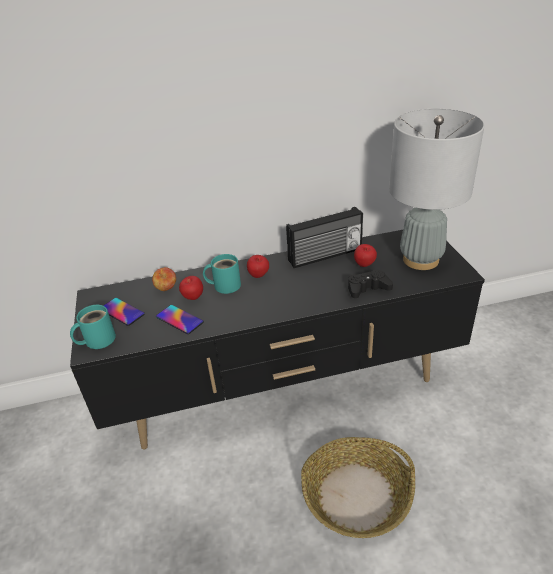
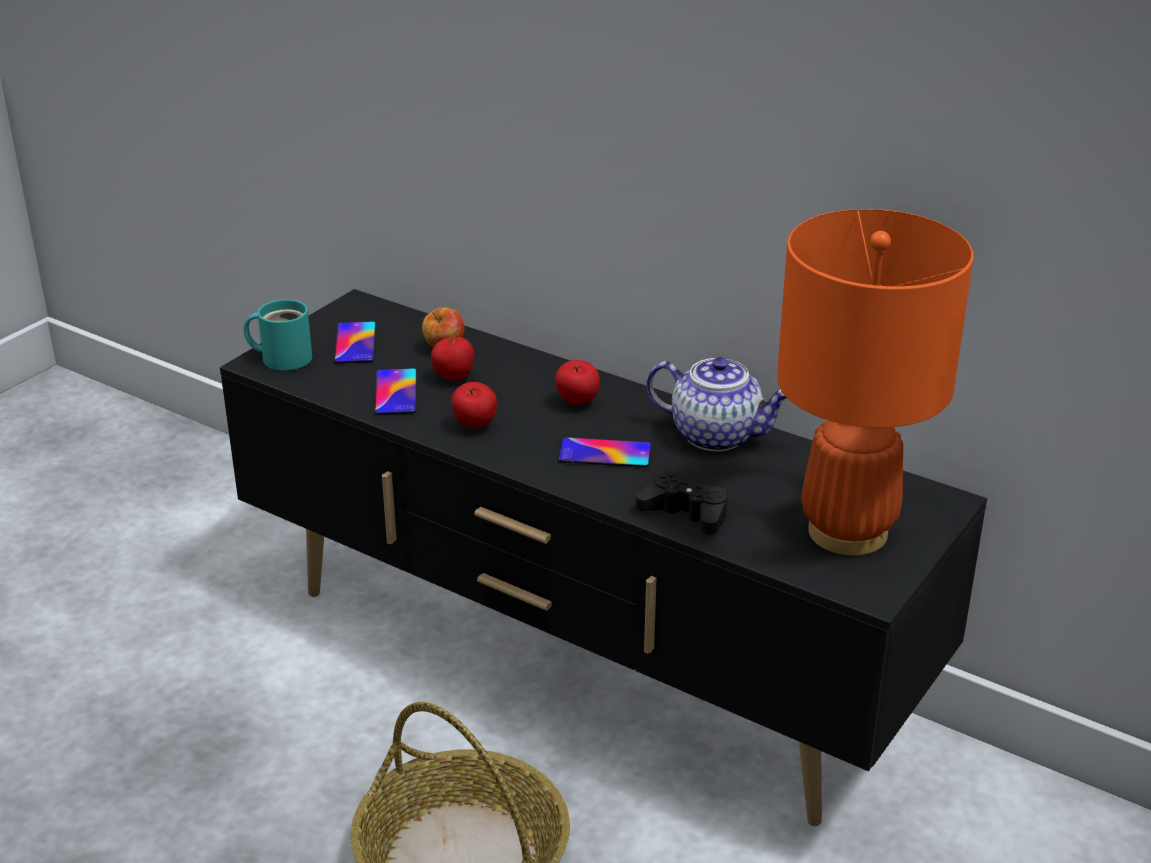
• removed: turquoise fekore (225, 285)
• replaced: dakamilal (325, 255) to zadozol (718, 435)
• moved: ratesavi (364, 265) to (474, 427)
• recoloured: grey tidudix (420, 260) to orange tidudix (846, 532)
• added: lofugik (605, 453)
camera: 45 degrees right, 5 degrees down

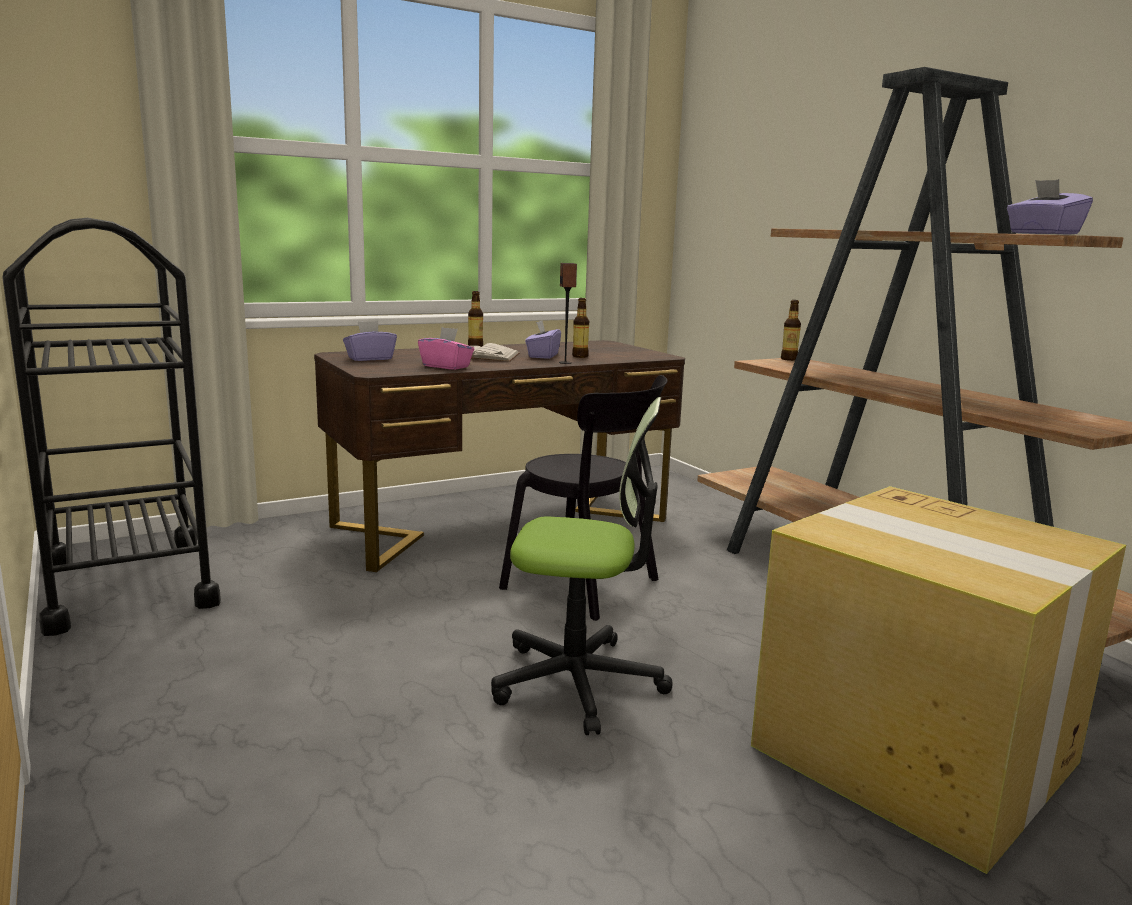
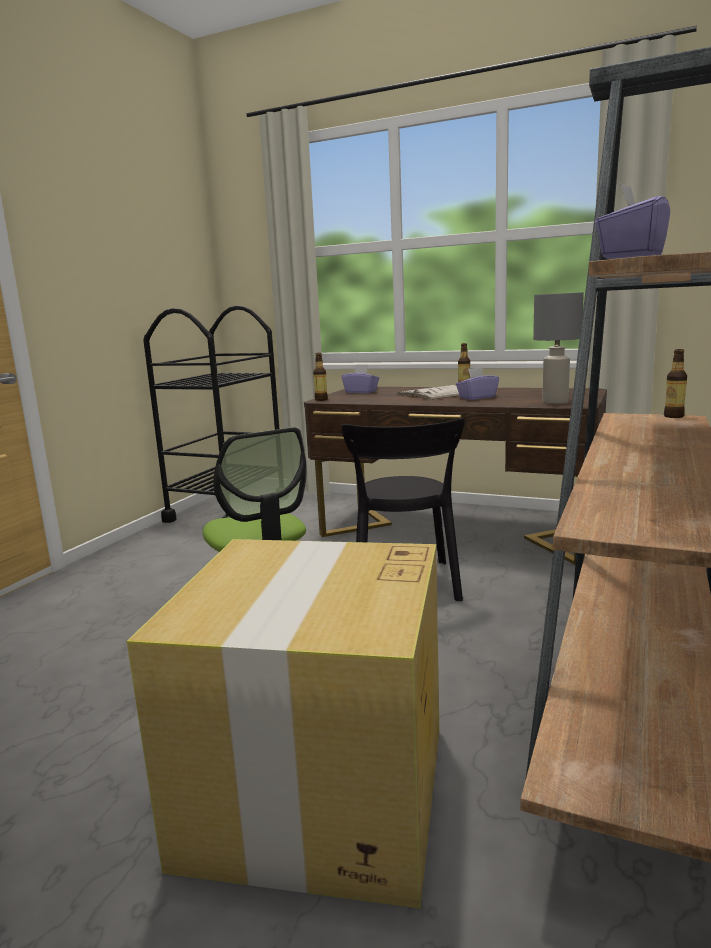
• removed: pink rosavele (446, 366)
• removed: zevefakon (565, 363)
• moved: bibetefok (580, 356) to (321, 400)
• added: grey tidudix (554, 402)
camera: 55 degrees right, 0 degrees up

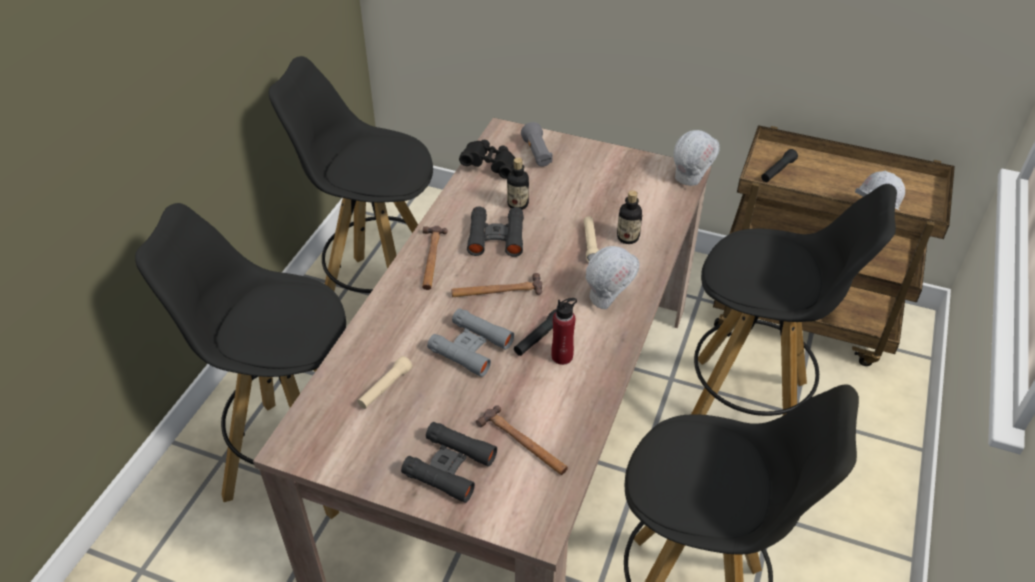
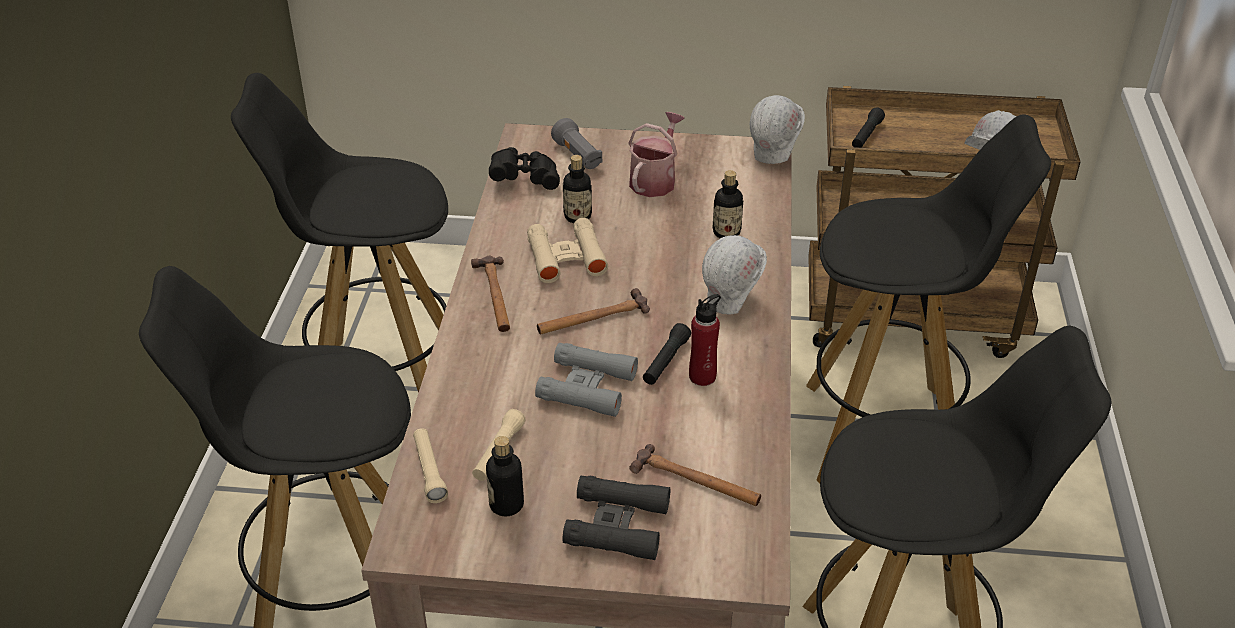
• recoloured: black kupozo (496, 237) to beige kupozo (566, 258)
• moved: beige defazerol (590, 244) to (429, 471)
• added: bibetefok (506, 504)
• added: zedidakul (655, 180)
camera: 15 degrees left, 5 degrees down

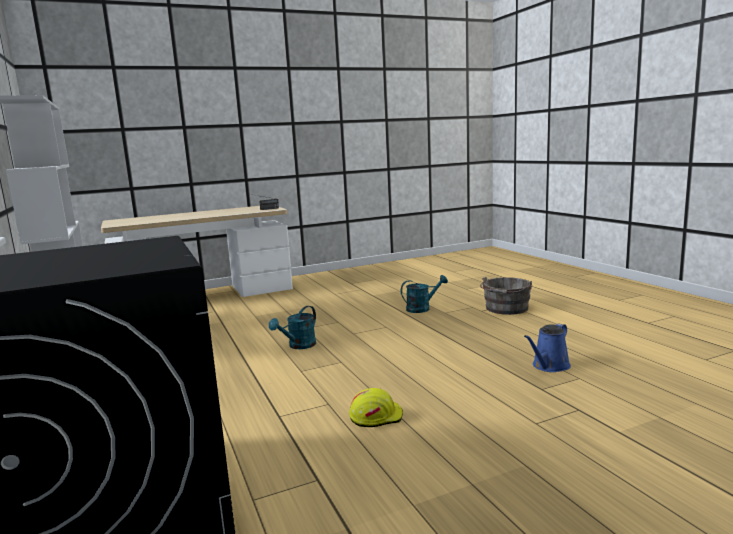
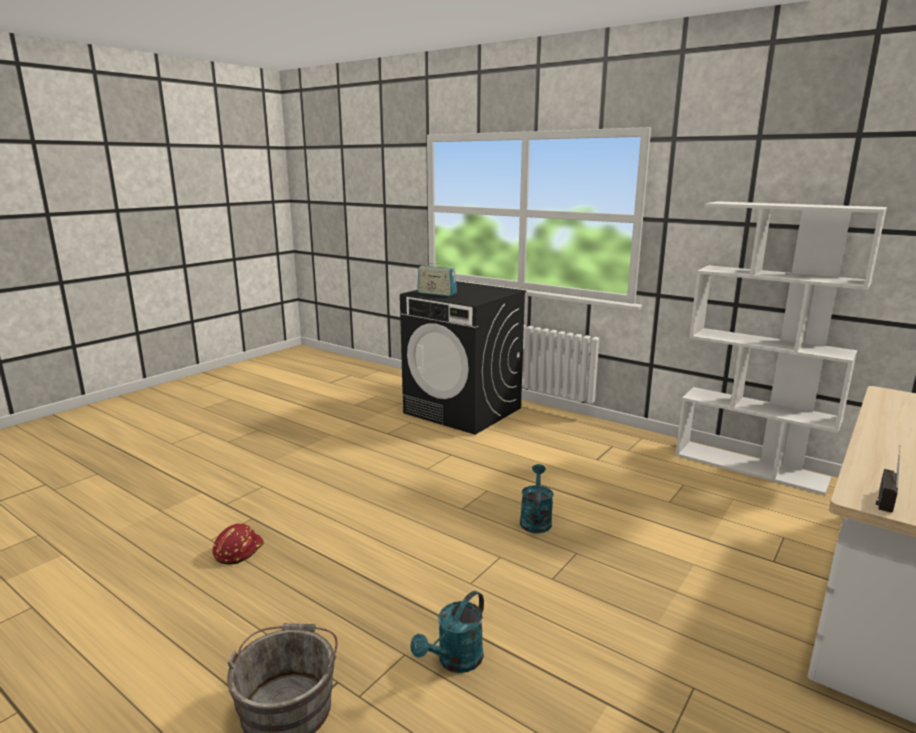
• removed: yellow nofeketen (376, 416)
• replaced: blue zedidakul (549, 366) to red nofeketen (238, 550)
• added: dakamilal (436, 294)
camera: 150 degrees right, 5 degrees up

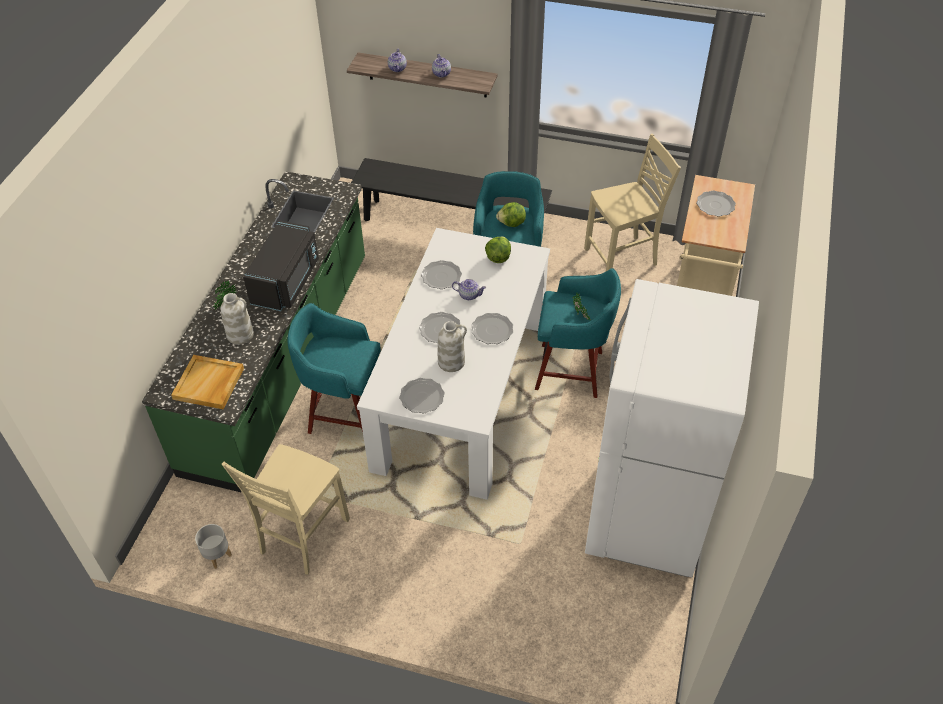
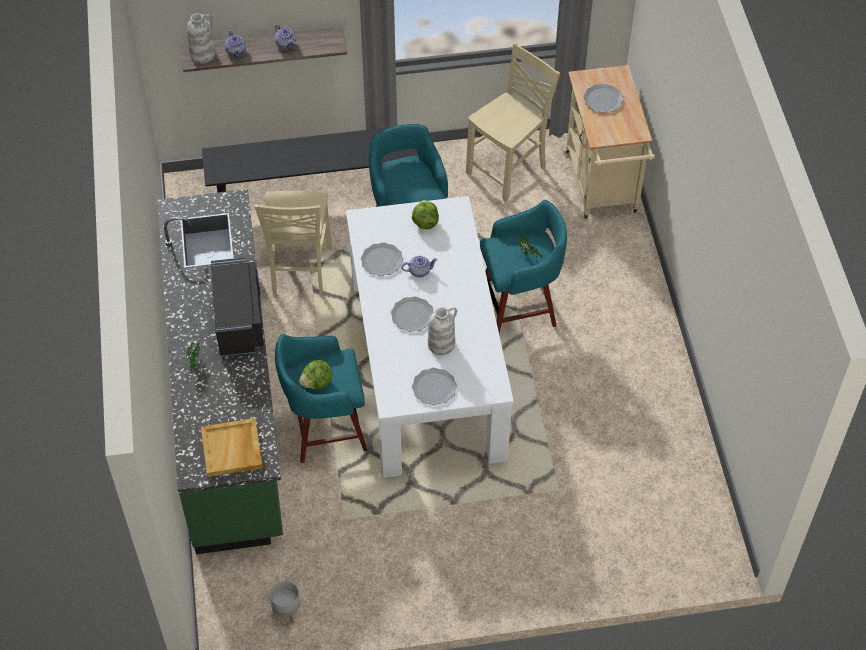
• moved: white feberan (240, 334) to (203, 54)
• moved: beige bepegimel (302, 536) to (300, 271)
• removed: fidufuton (492, 330)
• moved: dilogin (512, 223) to (317, 383)
• removed: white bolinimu (647, 515)
camera: 25 degrees left, 5 degrees up

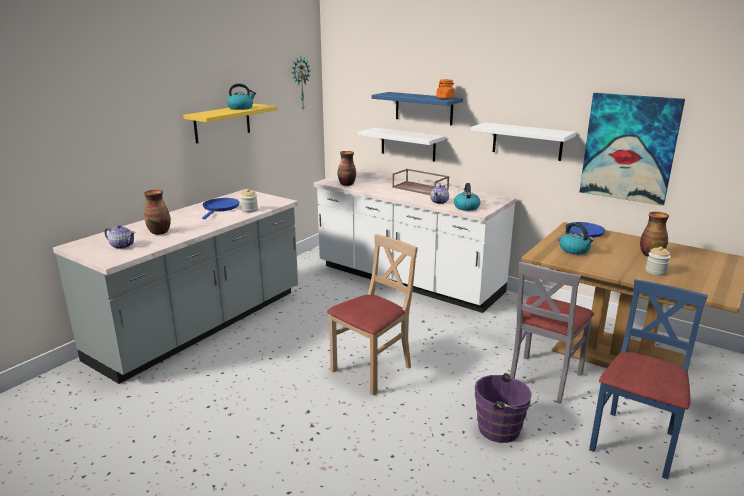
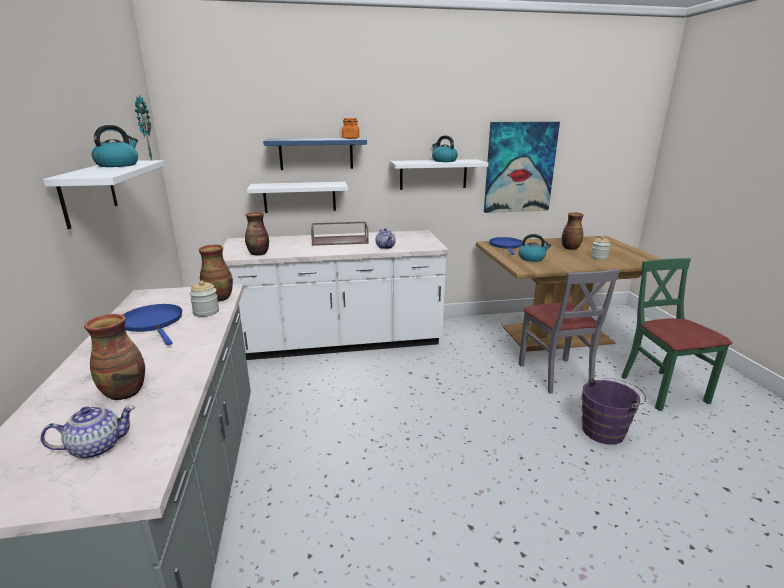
• recoloured: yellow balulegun (222, 123) to white balulegun (89, 192)
• removed: beige bepegimel (372, 370)
• moved: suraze (466, 207) to (444, 161)
• recoloured: blue bepegimel (634, 442) to green bepegimel (662, 390)
• added: feberan (219, 298)
camera: 45 degrees left, 0 degrees up

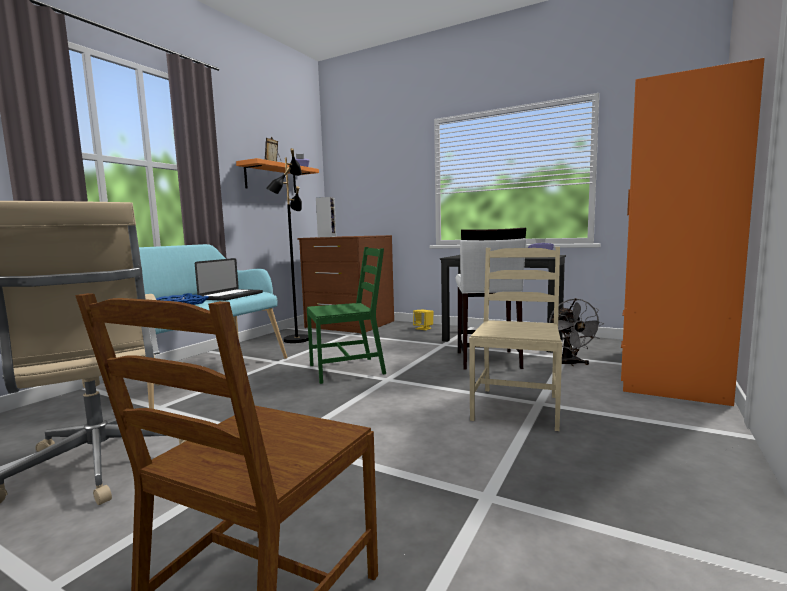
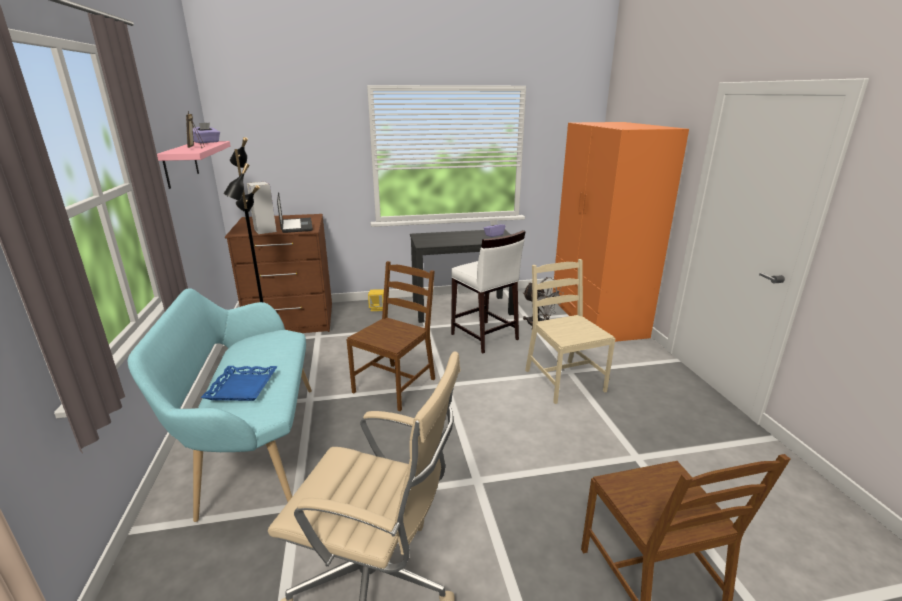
• moved: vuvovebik (231, 296) to (296, 226)
• recoloured: orange balulegun (271, 178) to pink balulegun (181, 163)
• recoloured: green bepegimel (347, 369) to brown bepegimel (395, 385)
camera: 40 degrees left, 15 degrees up

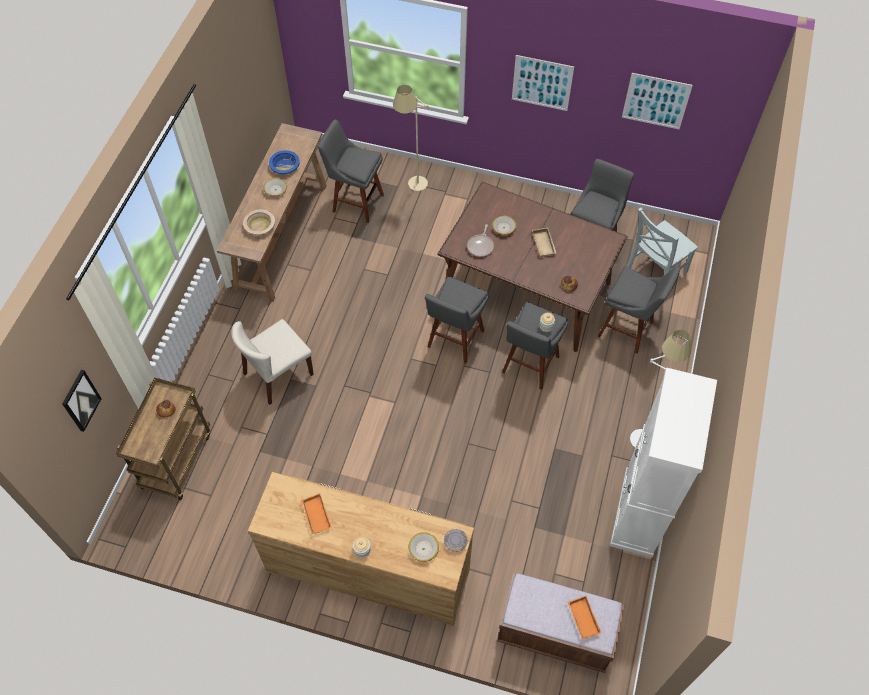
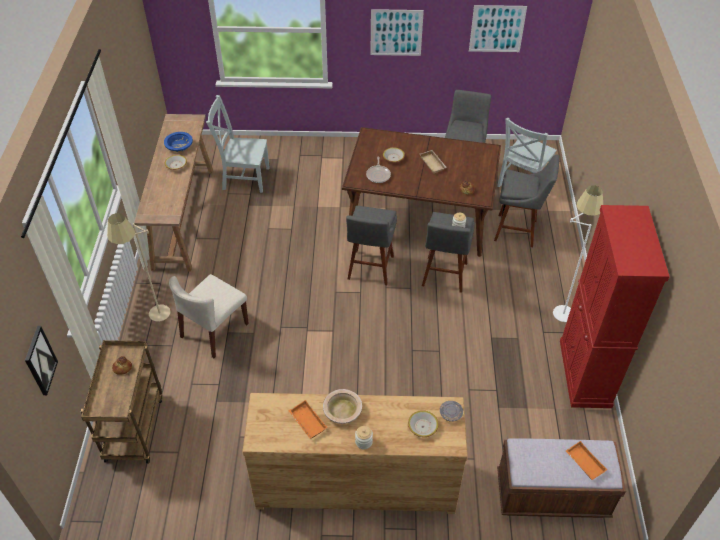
• moved: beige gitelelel (260, 226) to (342, 410)
• replaced: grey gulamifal (355, 202) to grey bepegimel (243, 178)
• moved: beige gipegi (413, 189) to (155, 320)
• recoloured: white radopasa (638, 513) to red radopasa (585, 373)
camera: 15 degrees left, 10 degrees down

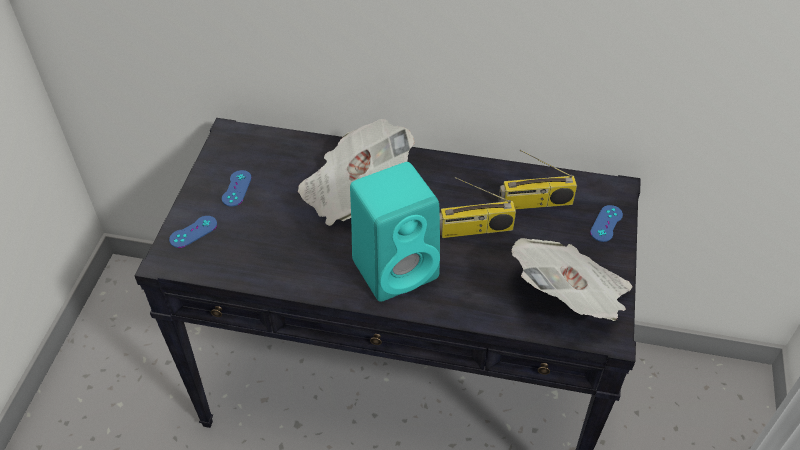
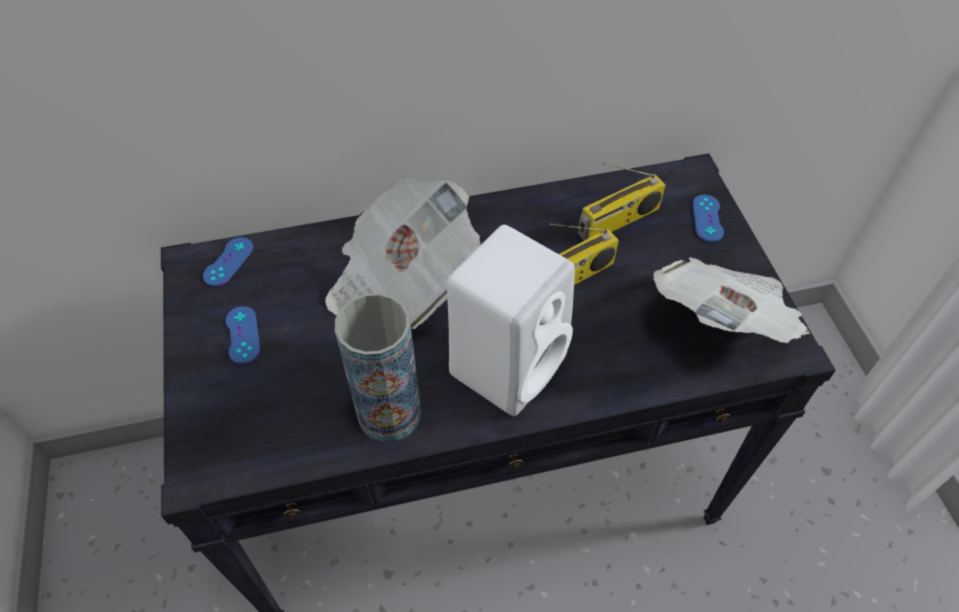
• moved: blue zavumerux (193, 232) to (228, 262)
• recoloured: turquoise zevefakon (397, 267) to white zevefakon (509, 362)
• added: feberan (389, 413)
camera: 25 degrees left, 5 degrees up

